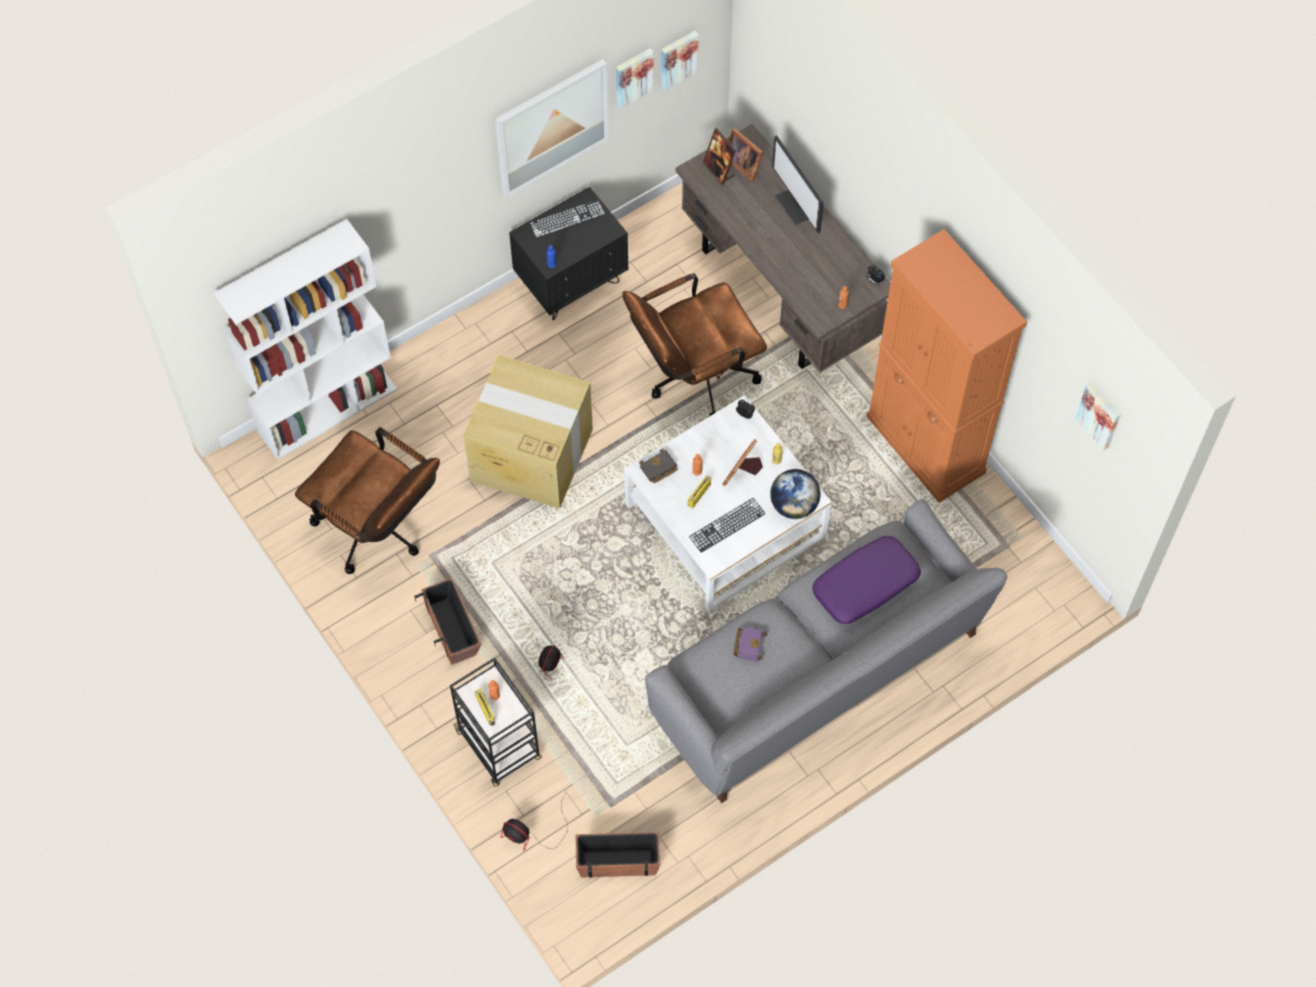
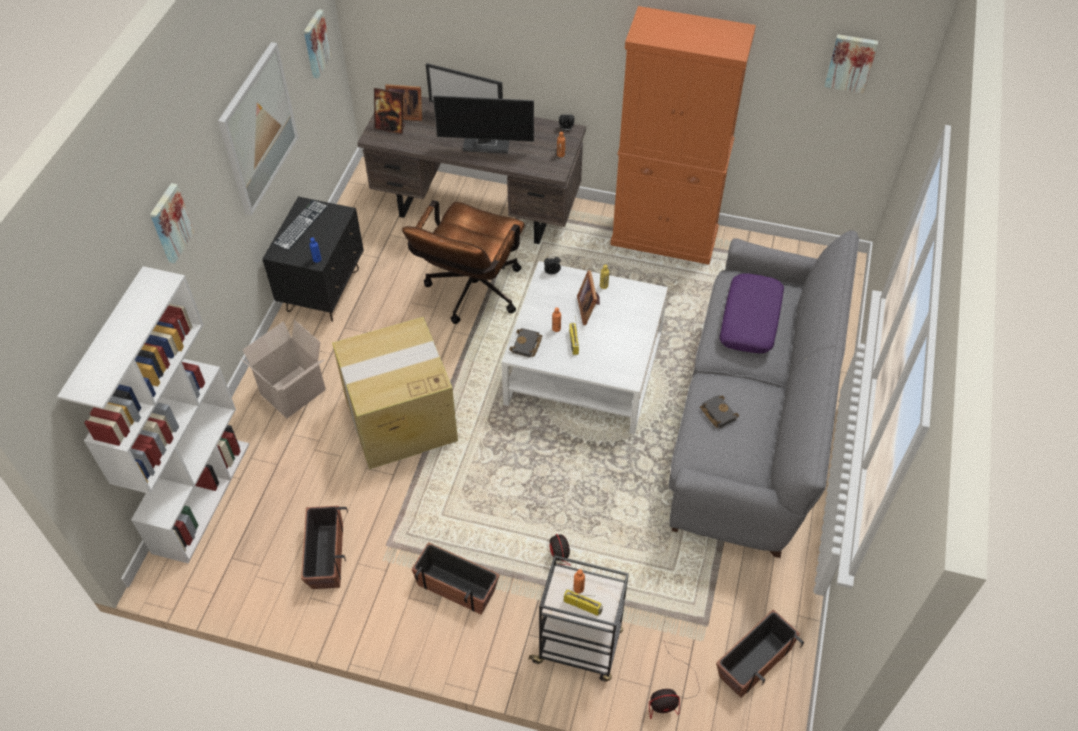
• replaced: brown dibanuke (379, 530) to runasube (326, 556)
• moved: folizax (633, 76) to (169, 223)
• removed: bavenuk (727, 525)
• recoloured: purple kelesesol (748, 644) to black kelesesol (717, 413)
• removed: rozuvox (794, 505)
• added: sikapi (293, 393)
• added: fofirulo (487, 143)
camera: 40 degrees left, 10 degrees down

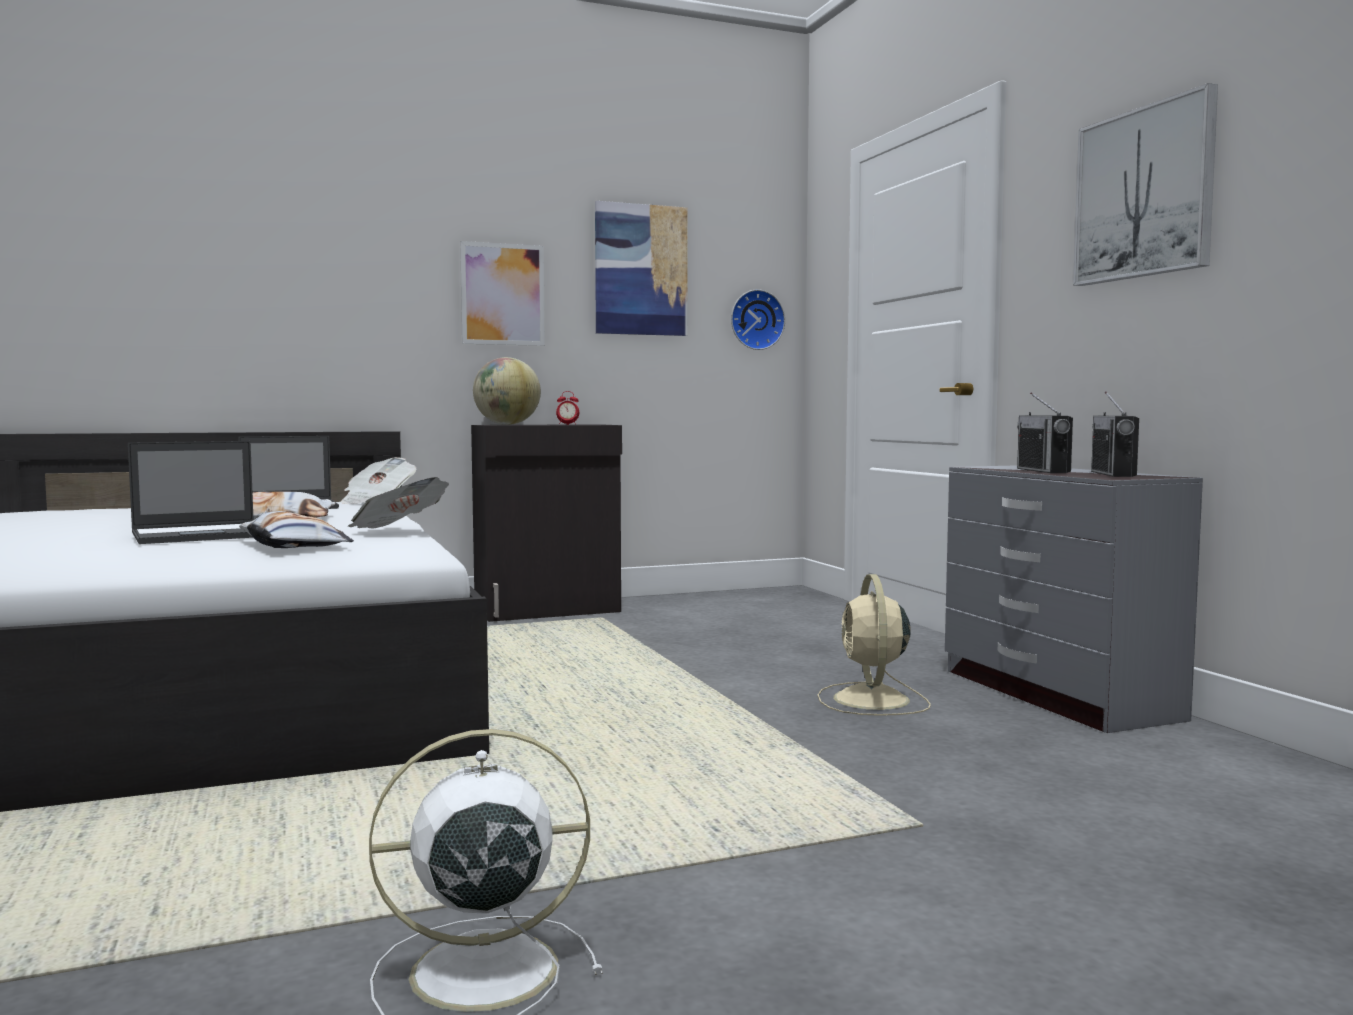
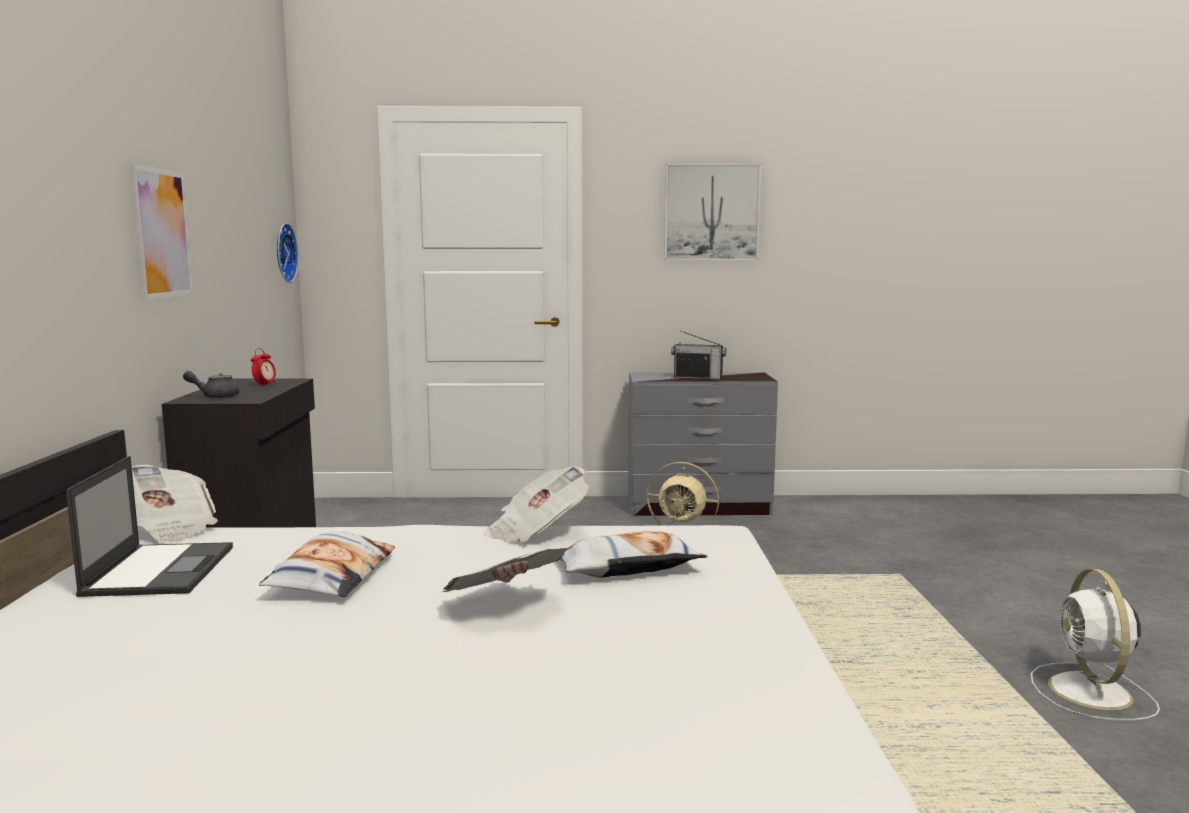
• replaced: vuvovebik (201, 535) to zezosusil (504, 604)
• replaced: rozuvox (507, 424) to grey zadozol (215, 396)
• removed: folizax (641, 270)
• removed: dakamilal (1112, 474)
camera: 70 degrees left, 5 degrees up

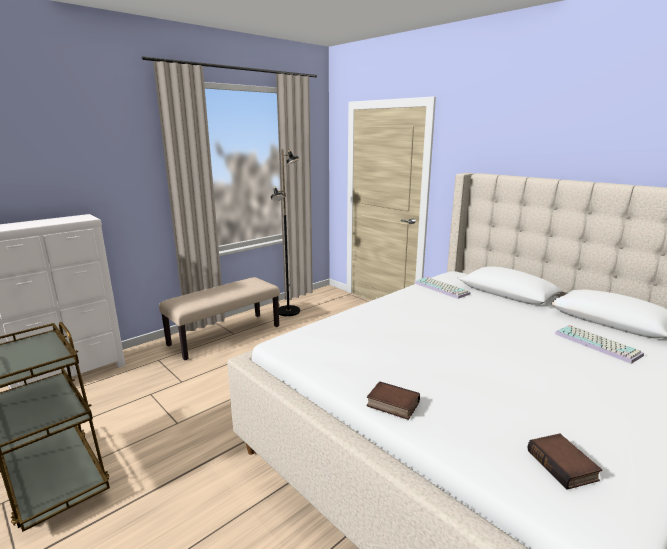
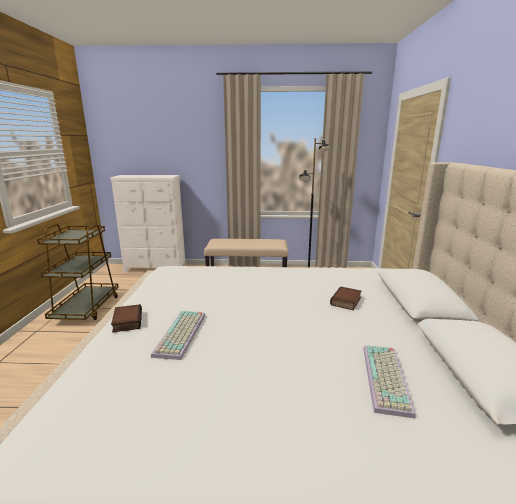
• moved: bavenuk (442, 288) to (182, 335)
• moved: kelesesol (564, 465) to (346, 301)
camera: 45 degrees right, 0 degrees up

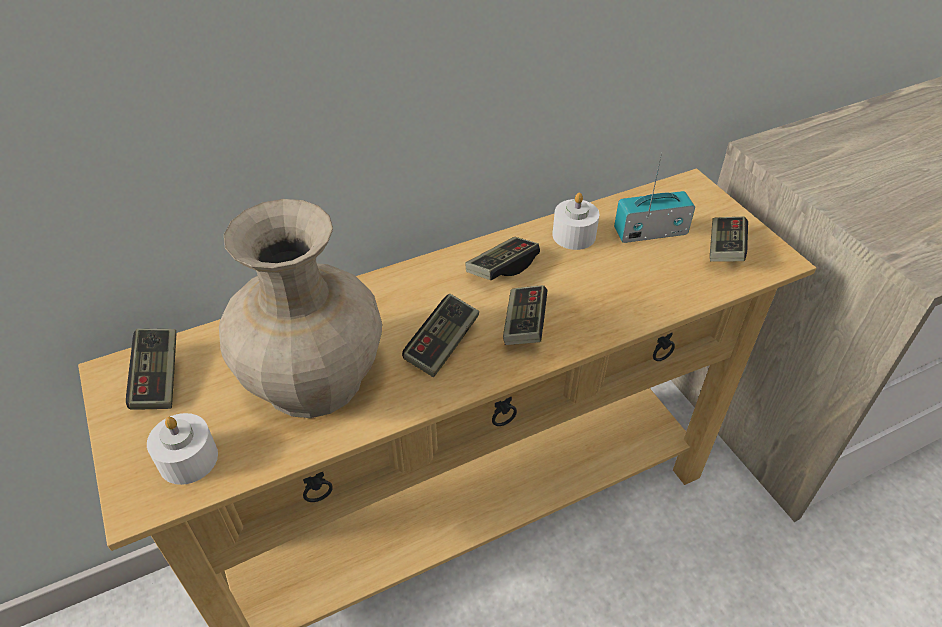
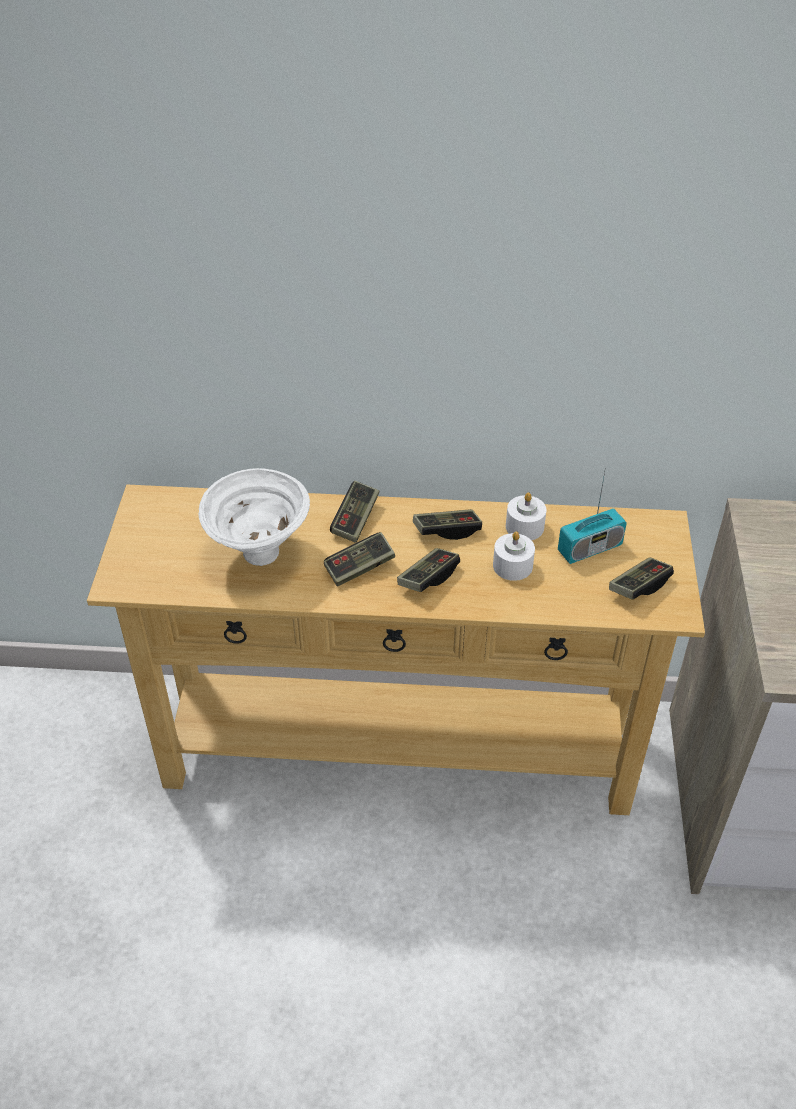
• moved: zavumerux (158, 378) to (355, 520)
• moved: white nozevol (188, 459) to (512, 566)
• replaced: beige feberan (315, 379) to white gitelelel (260, 555)
• turned: dakamilal (650, 232) = (589, 548) 135 degrees clockwise
camera: 30 degrees right, 0 degrees up

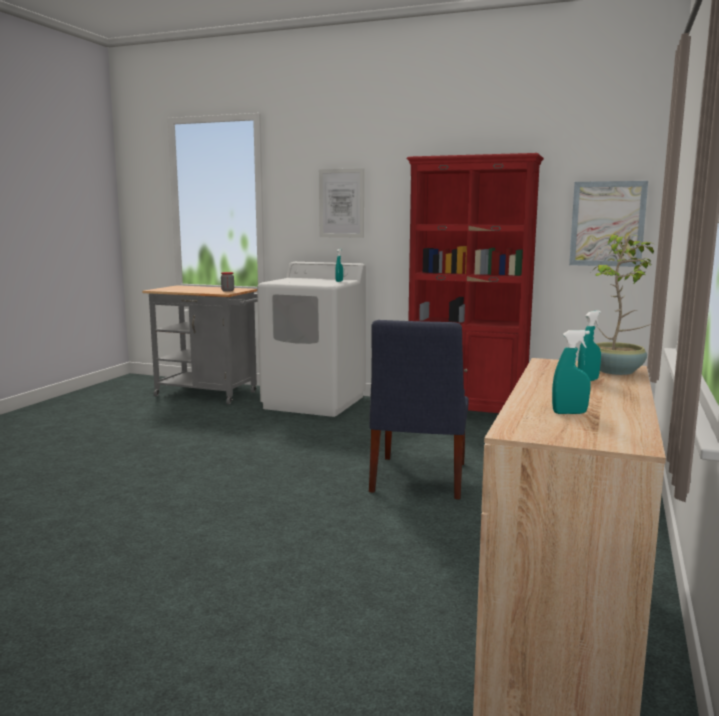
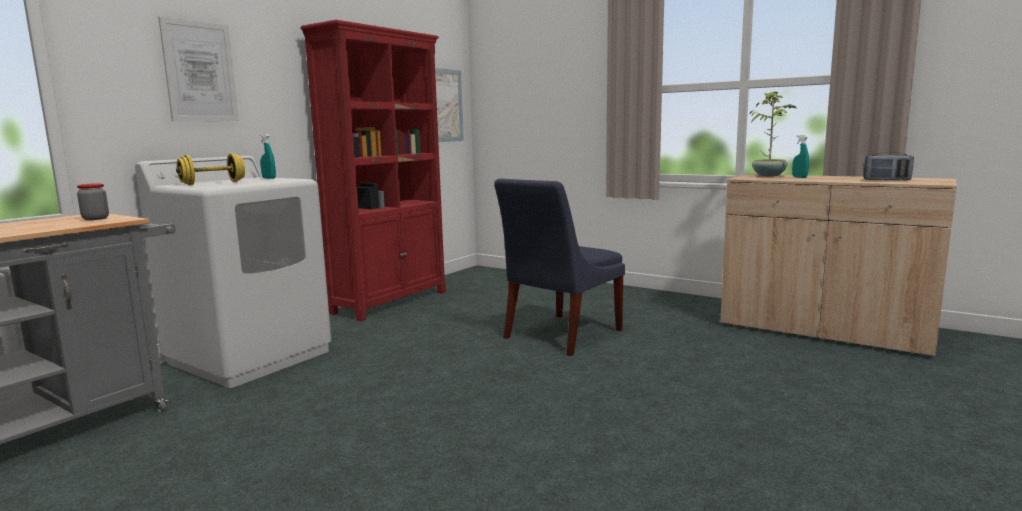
• turned: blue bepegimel (417, 479) = (559, 335) 105 degrees clockwise
• replaced: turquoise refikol (569, 413) to dakamilal (886, 180)
• added: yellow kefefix (213, 183)
camera: 75 degrees left, 0 degrees up

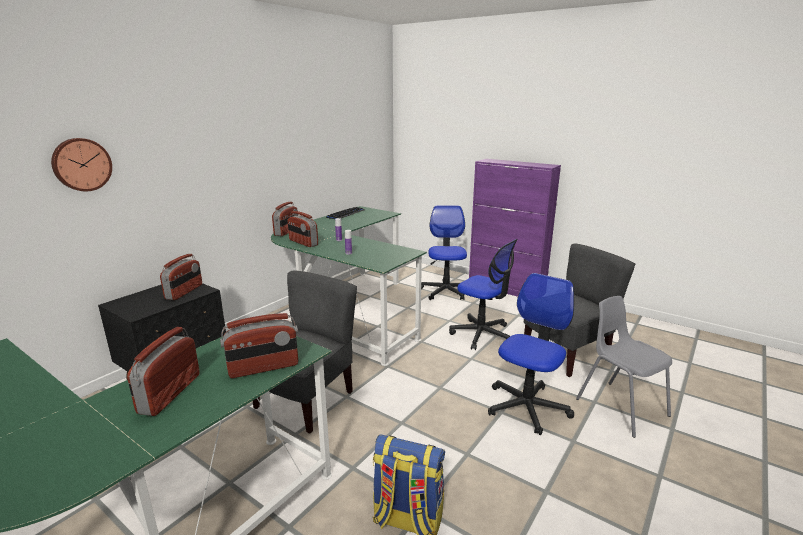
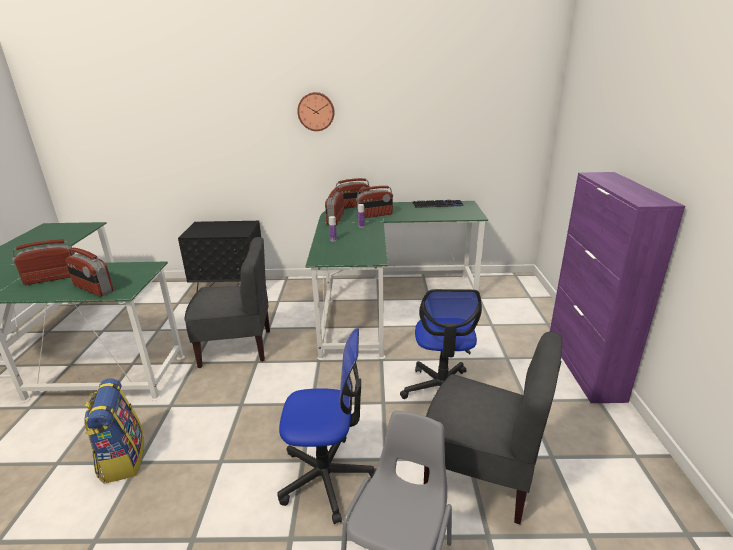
• moved: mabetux (81, 164) to (316, 111)
• moved: dakamilal (184, 292) to (375, 215)
• removed: dibanuke (445, 291)
camera: 55 degrees right, 5 degrees up

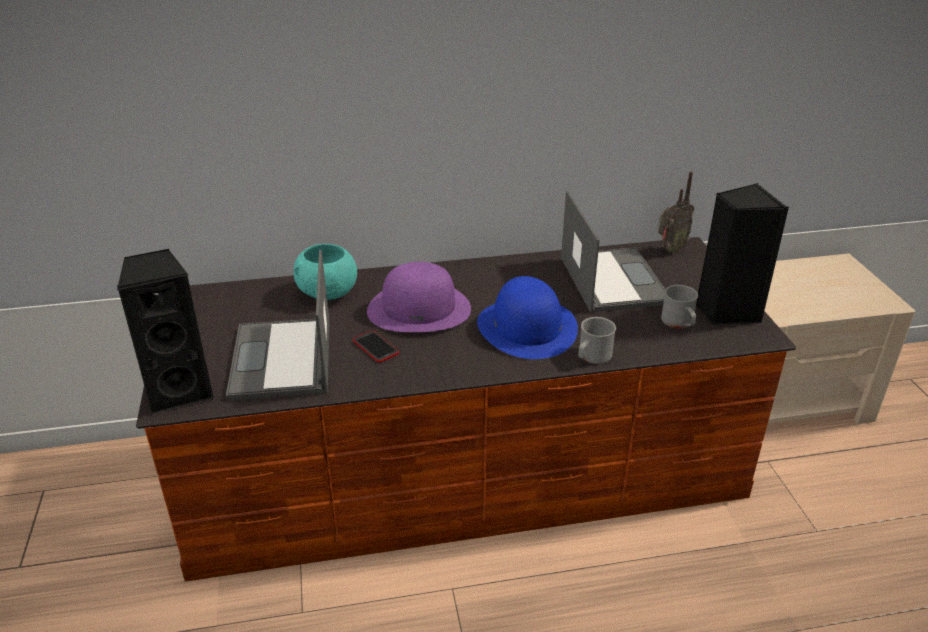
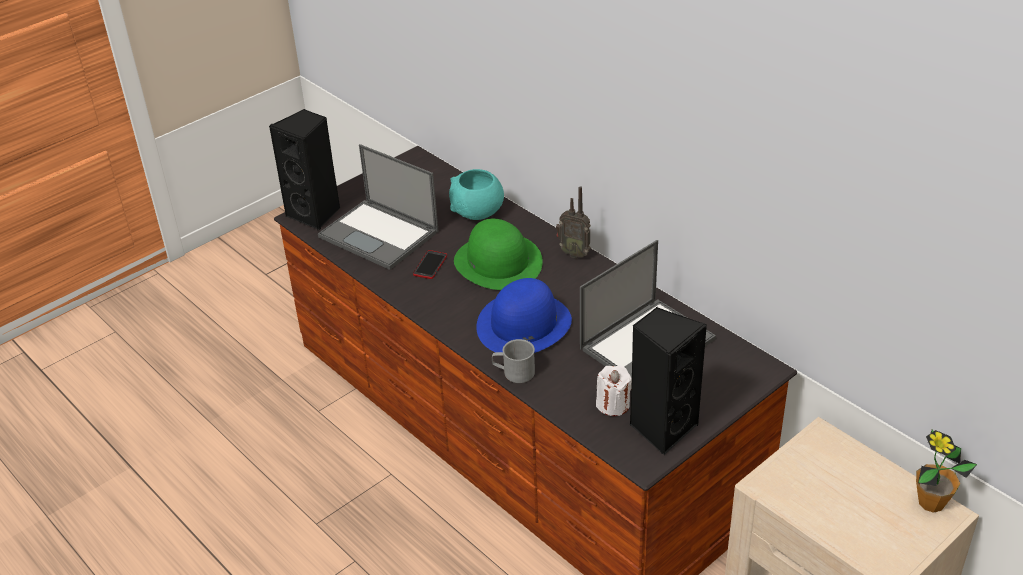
• turned: vuvovebik (282, 360) = (380, 234) 105 degrees counterclockwise
• recoloured: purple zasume (419, 309) to green zasume (498, 262)
• moved: dakamilal (669, 250) to (574, 253)
• replaced: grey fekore (679, 323) to white nozevol (613, 405)
• added: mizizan (931, 503)
camera: 60 degrees right, 5 degrees up

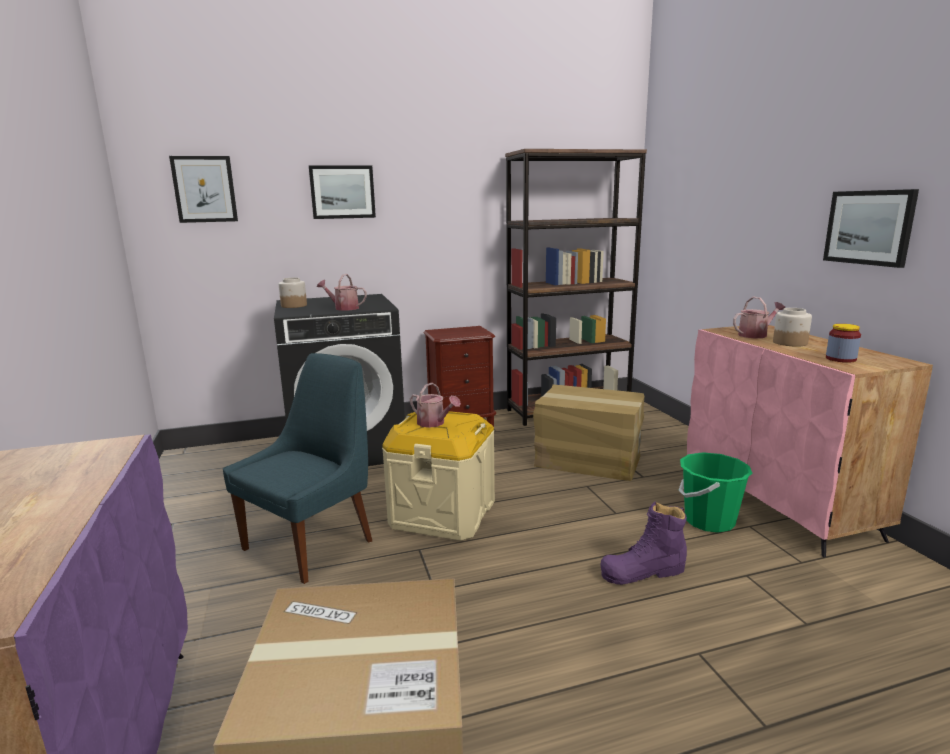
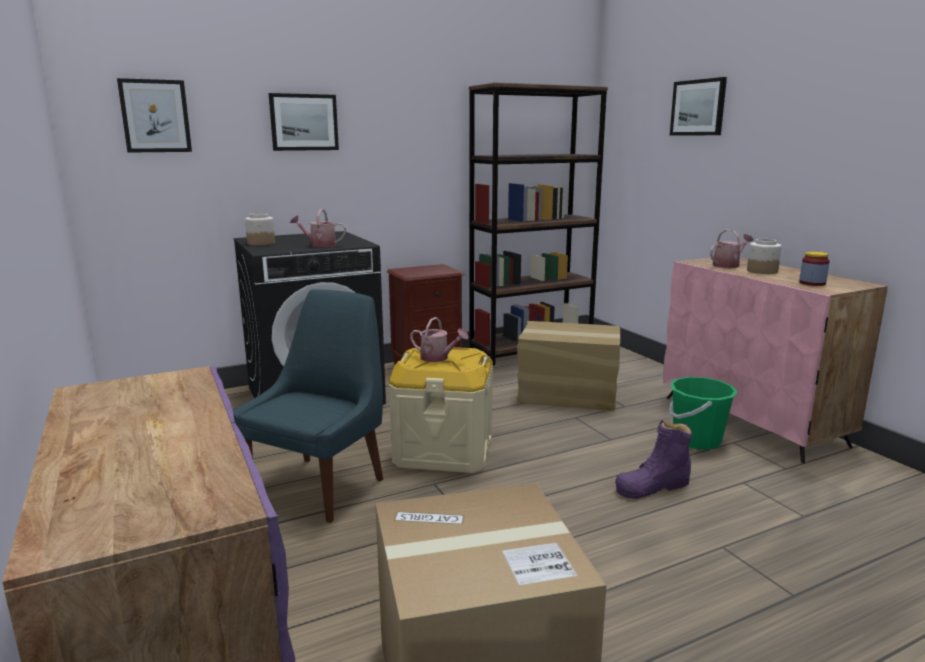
• moved: folizax (869, 227) to (698, 107)
camera: 10 degrees left, 0 degrees up

